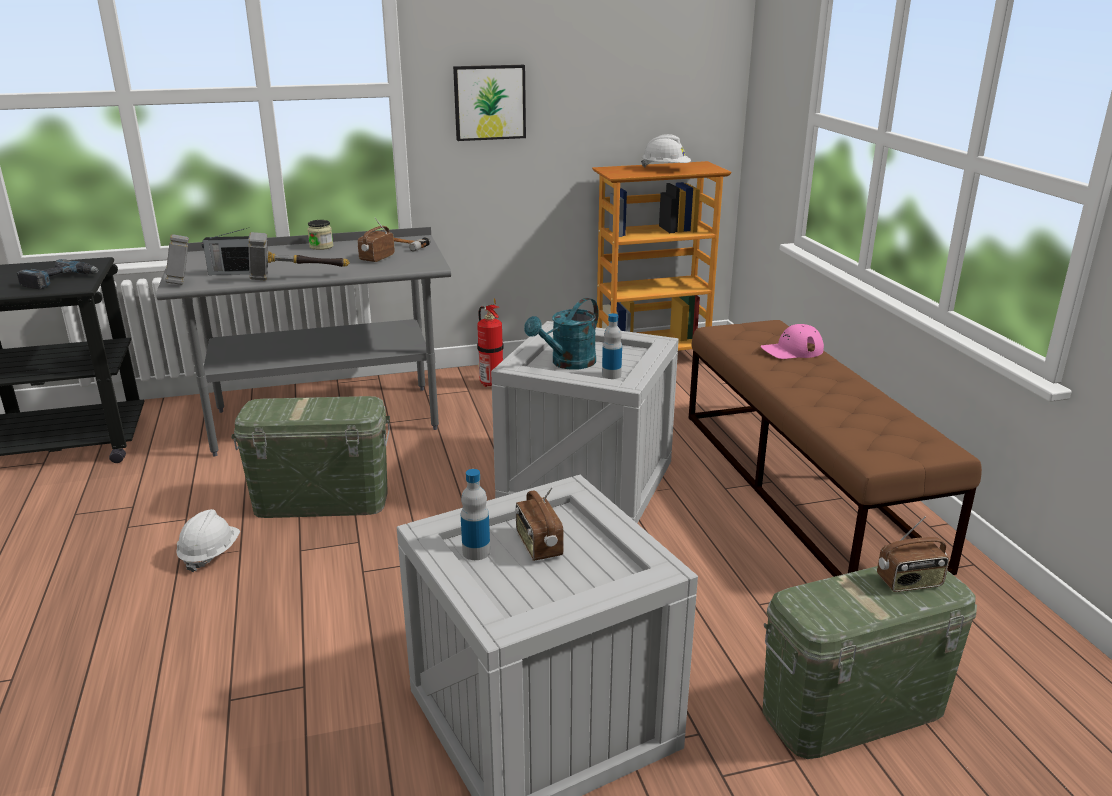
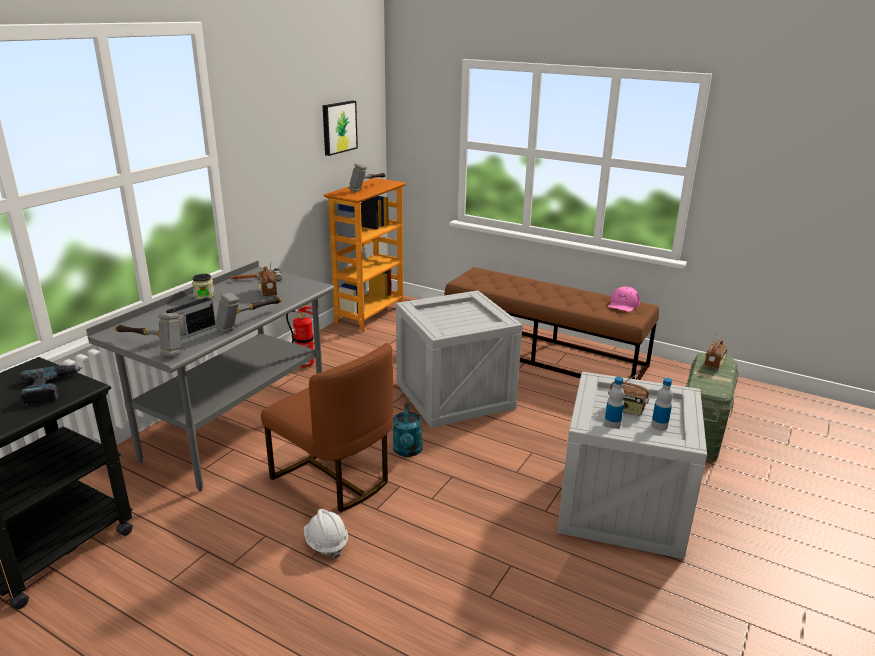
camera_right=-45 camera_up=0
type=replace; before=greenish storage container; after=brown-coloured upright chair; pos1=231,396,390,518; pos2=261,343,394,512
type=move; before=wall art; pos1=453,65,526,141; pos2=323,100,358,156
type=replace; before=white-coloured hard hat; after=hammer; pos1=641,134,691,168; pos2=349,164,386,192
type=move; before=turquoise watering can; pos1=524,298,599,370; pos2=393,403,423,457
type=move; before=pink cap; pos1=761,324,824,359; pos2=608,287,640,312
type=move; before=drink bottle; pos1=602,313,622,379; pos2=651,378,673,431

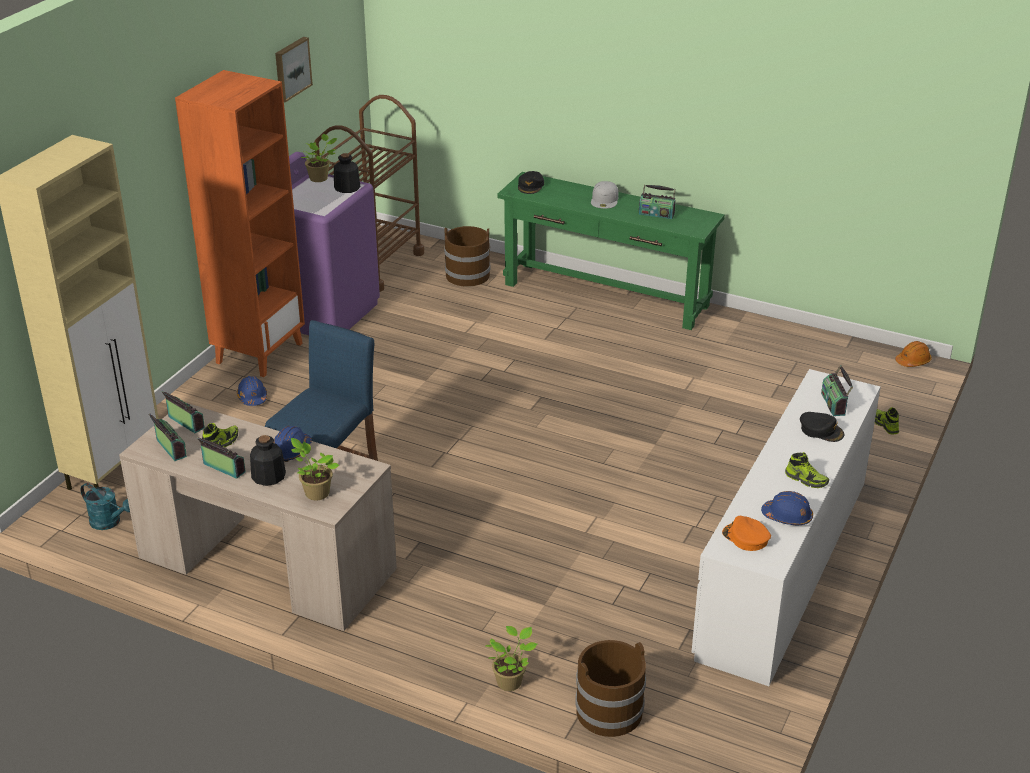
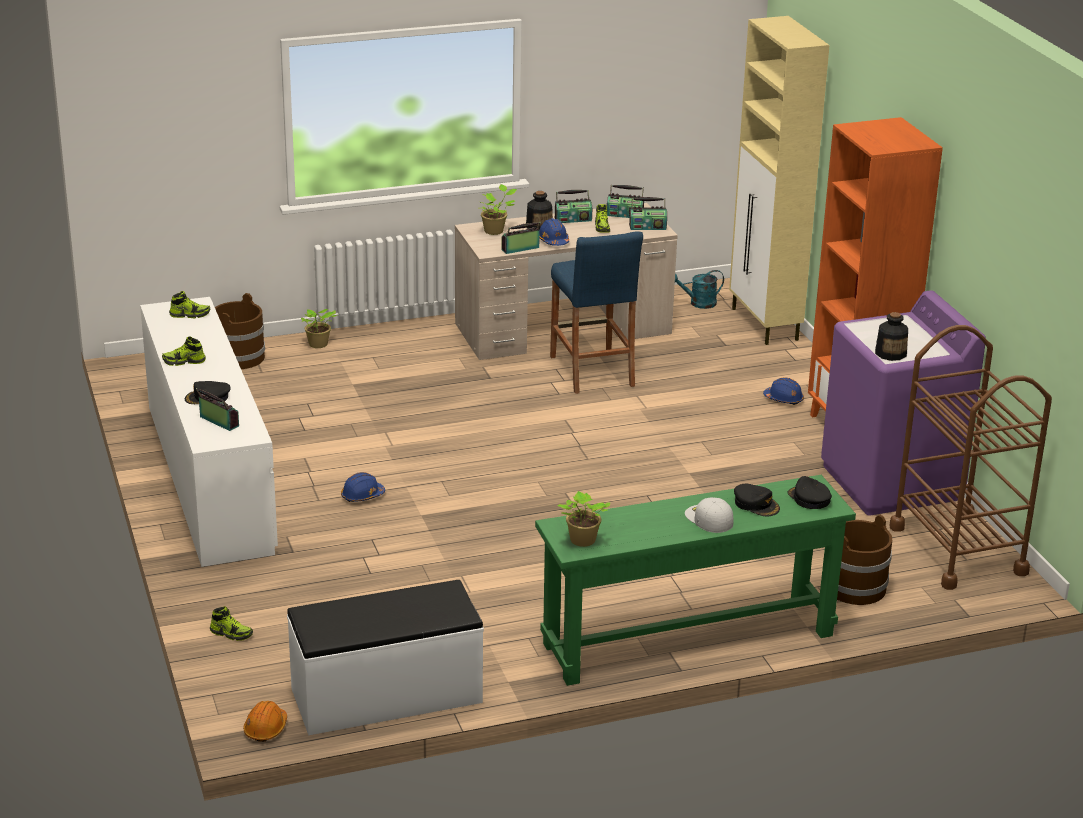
camera_right=135 camera_up=-5
type=replace; before=orange-coloured cap; after=low shoe; pos1=722,516,771,551; pos2=169,291,210,318
type=insert; after=white-coloured long seat; pos2=287,580,484,735
type=move; before=bluish hard hat; pos1=761,491,813,525; pos2=341,472,385,502
type=move; before=radio; pos1=639,185,676,219; pos2=501,222,540,254
type=move; before=houseplant; pos1=301,134,338,182; pos2=558,491,610,547
type=insert; after=blackish cap; pos2=734,484,780,516
type=delete; before=wall art; pos1=275,37,313,102

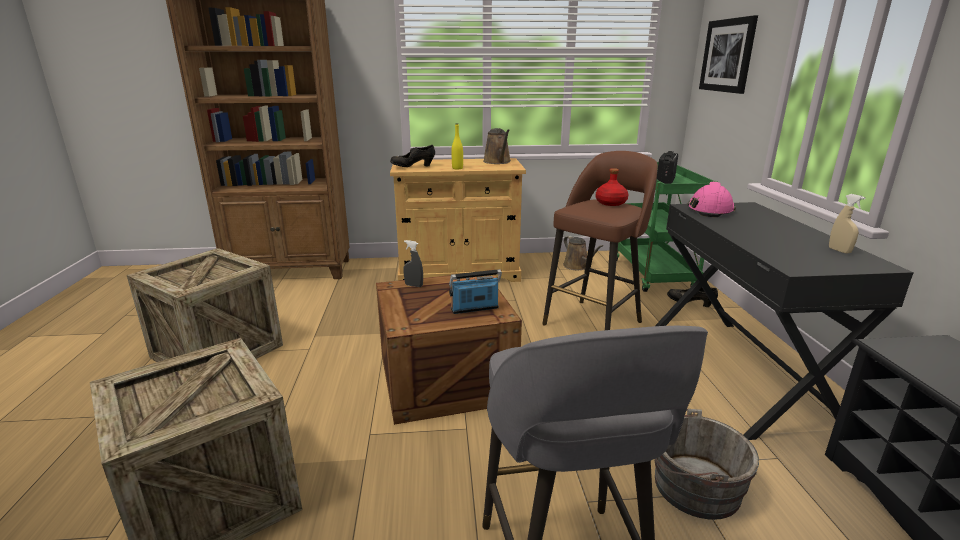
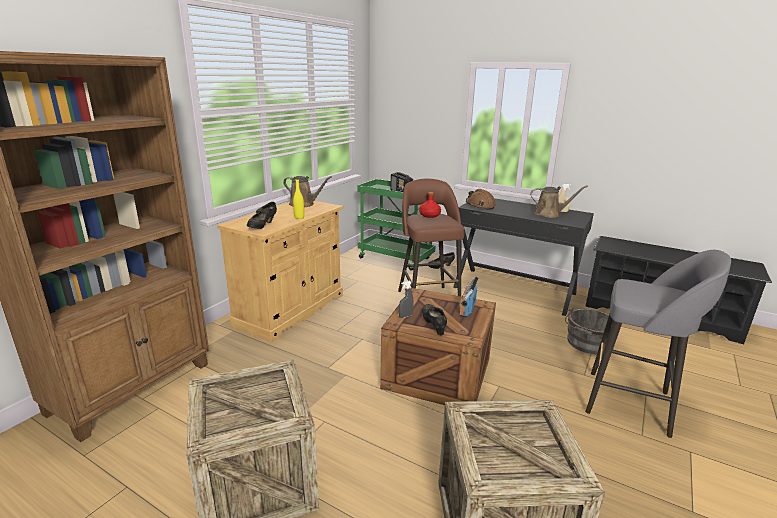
camera_right=-55 camera_up=0
type=insert; after=blackish low shoe; pos2=422,304,447,336
type=recolor; before=pink hard hat; after=brown-coloured hard hat; pos1=687,182,736,217; pos2=466,189,496,210
type=move; before=brown-coloured watering can; pos1=563,236,603,270; pos2=530,185,588,218
type=delete; before=wall art; pos1=699,15,758,94

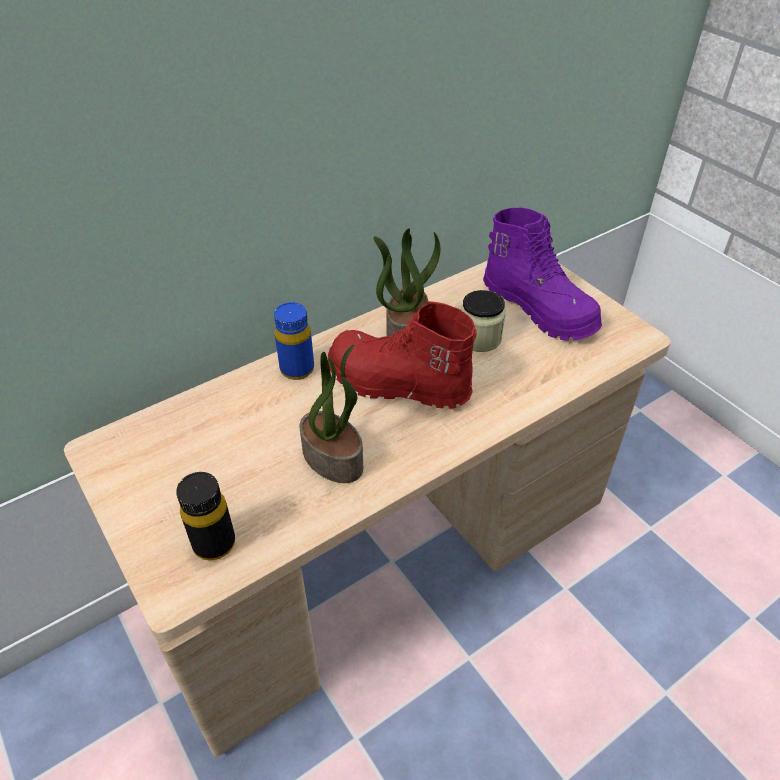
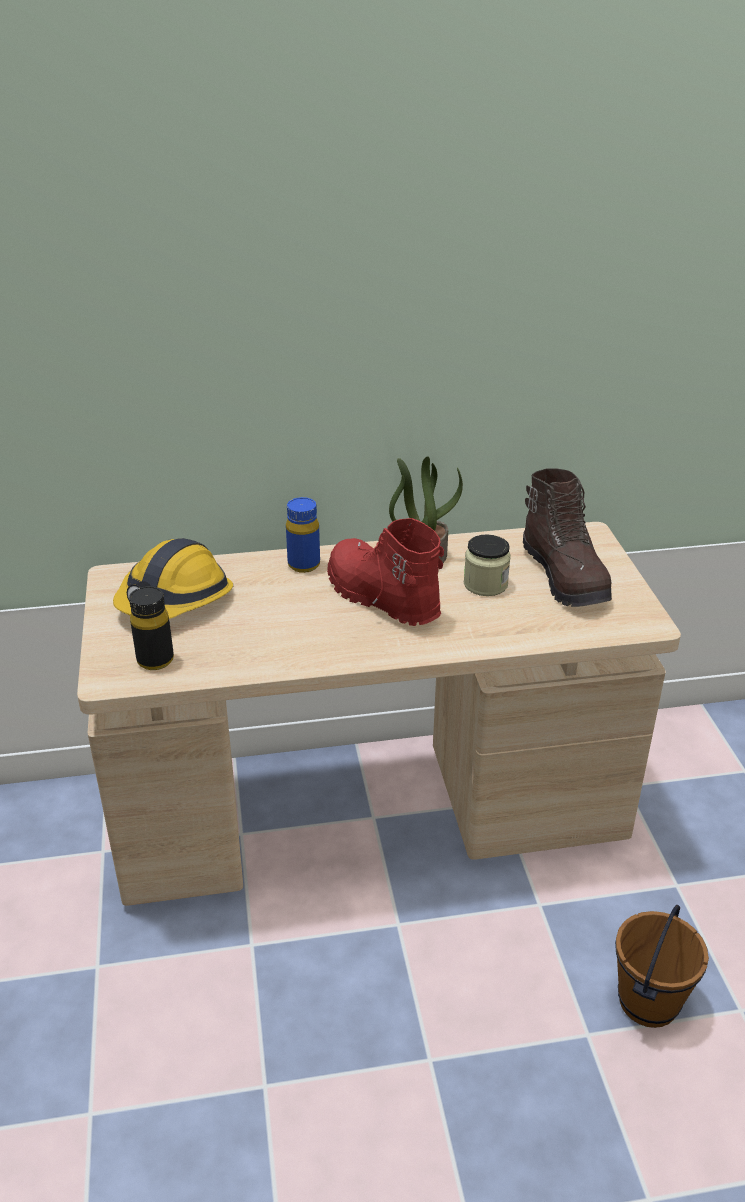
camera_right=25 camera_up=-10
type=insert; after=hard hat; pos2=113,538,233,619
type=recolor; before=purple high-top boot; after=brown-coloured high-top boot; pos1=483,208,602,341; pos2=523,469,612,607
type=insert; after=brown-coloured bucket; pos2=615,905,709,1028
type=delete; before=houseplant; pos1=299,344,363,483

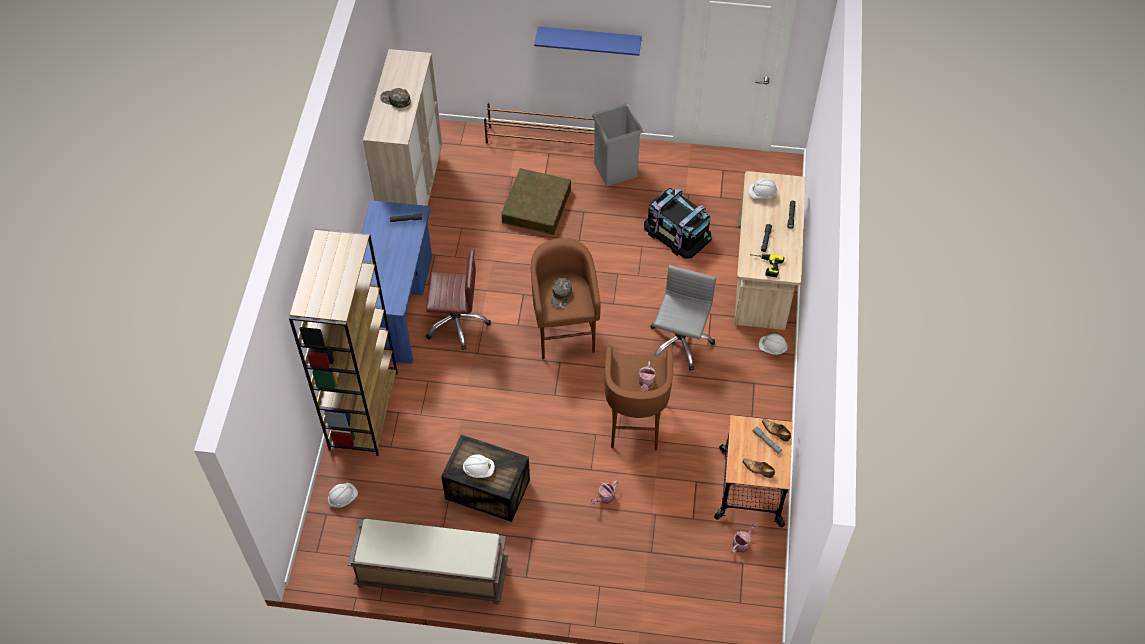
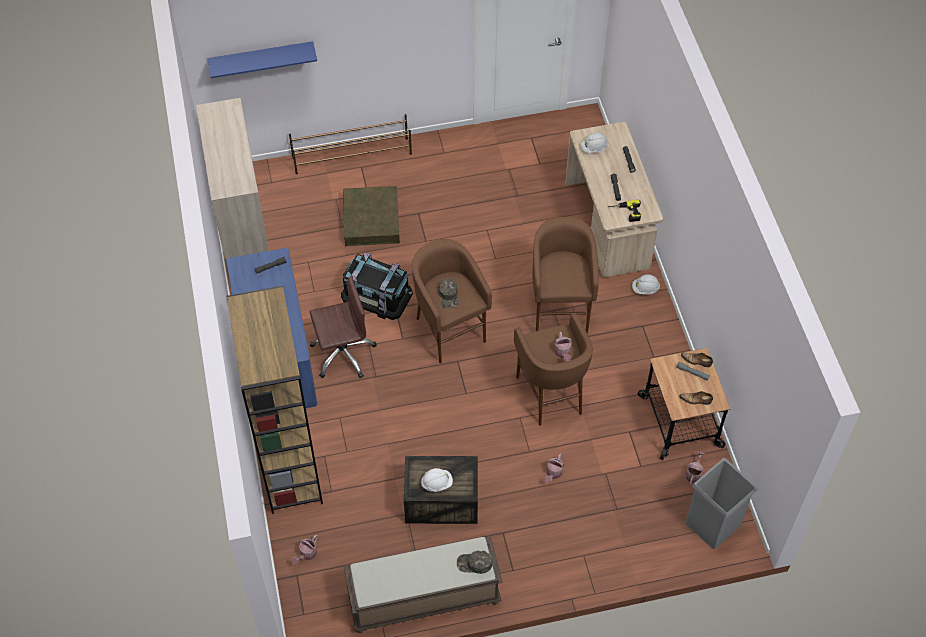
camera_right=-20 camera_up=0
type=move; before=bluish shelf; pos1=534,27,642,56; pos2=207,41,317,78
type=replace; before=white-coloured hard hat; after=watering can; pos1=328,483,358,508; pos2=292,535,318,564
type=move; before=blackish storage container; pos1=644,188,711,258; pos2=341,252,413,320
type=move; before=greenish cap; pos1=380,88,411,108; pos2=457,551,493,574
type=replace; before=gray office chair; after=brown-coloured stool seat; pos1=650,265,716,371; pos2=532,217,599,333
type=move; before=gray rubbish bin; pos1=592,103,643,186; pos2=685,458,758,549

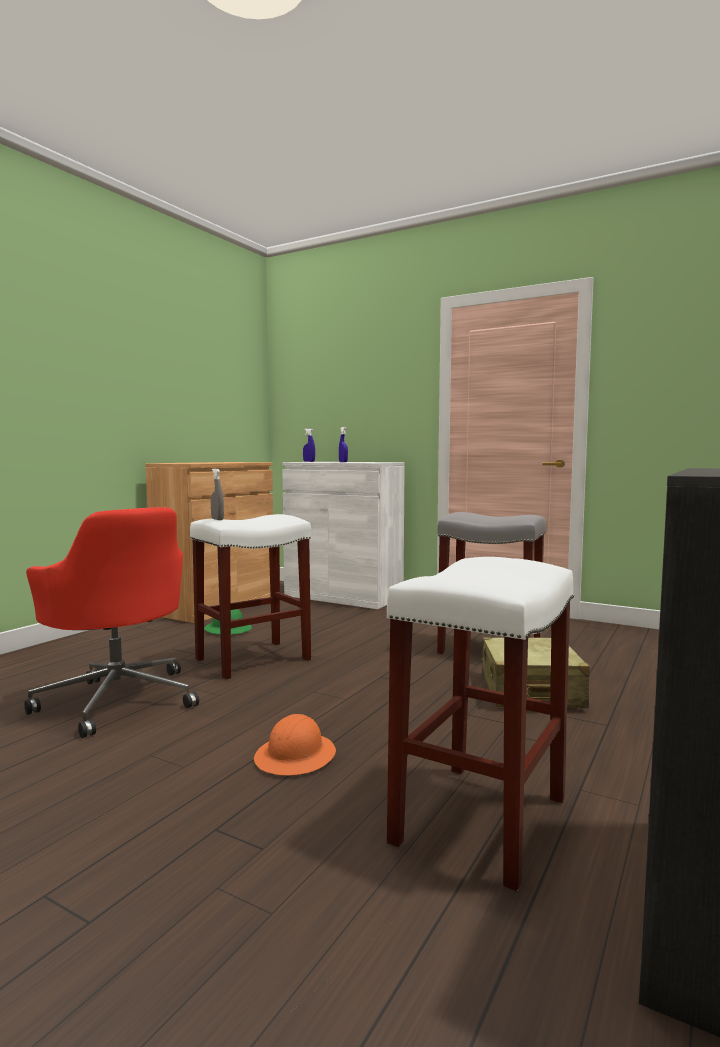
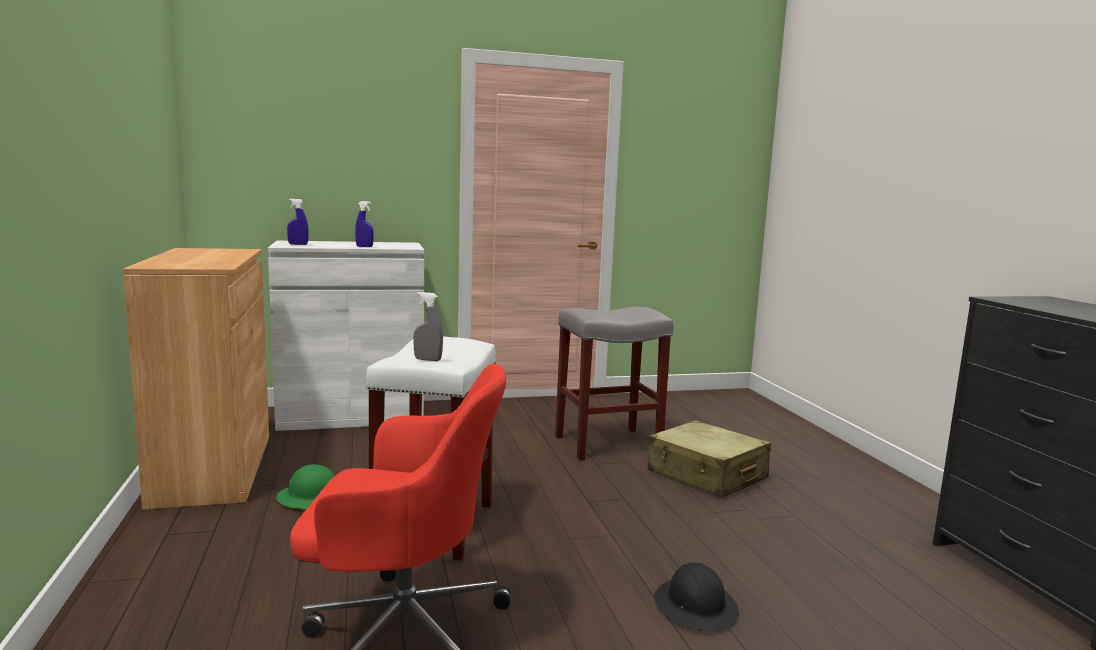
camera_right=-45 camera_up=5
type=recolor; before=orange-coloured hard hat; after=blackish hard hat; pos1=254,714,336,776; pos2=654,562,739,632
type=delete; before=white-coloured stool seat; pos1=387,557,574,891

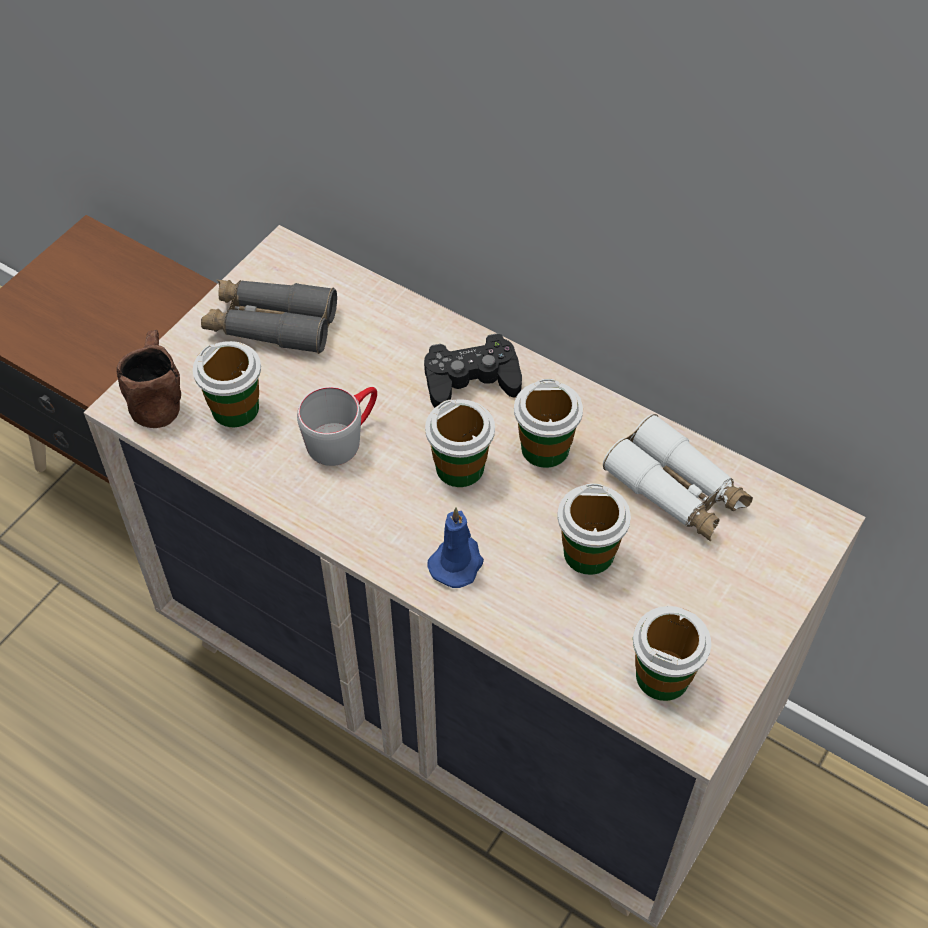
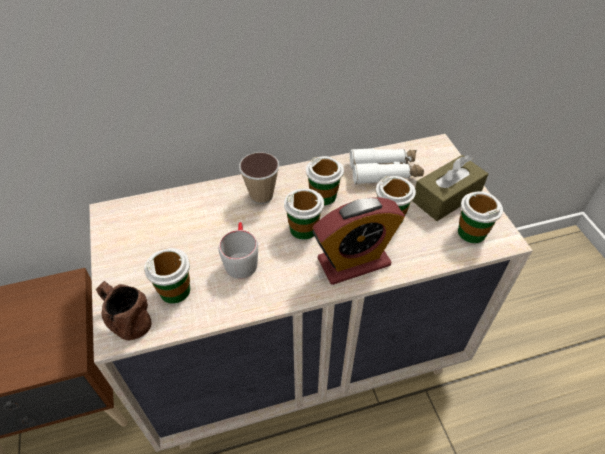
camera_right=-50 camera_up=-5
type=replace; before=blackish joypad; after=small cup; pos1=424,333,522,408; pos2=239,152,279,204
type=replace; before=bluish candle; after=bedside clock; pos1=428,508,484,588; pos2=313,197,405,285
type=insert; after=brown-coloured box of tissues; pos2=413,155,488,221
type=delete; before=gray pair of binoculars; pos1=201,279,337,354

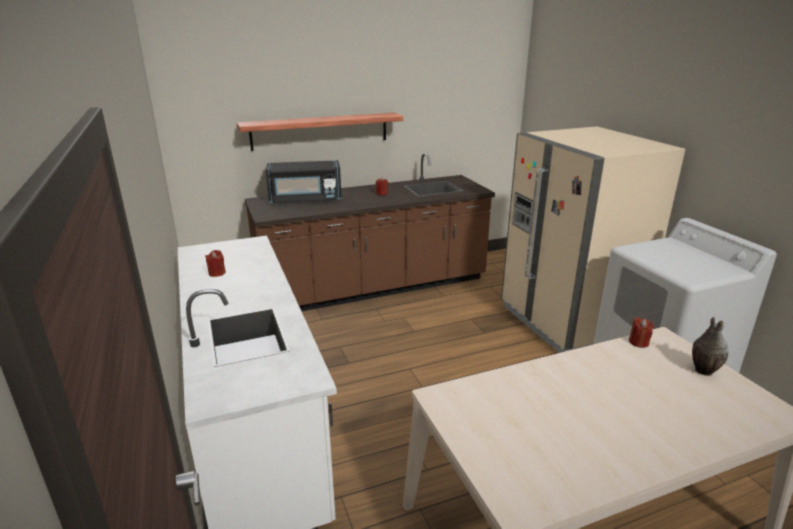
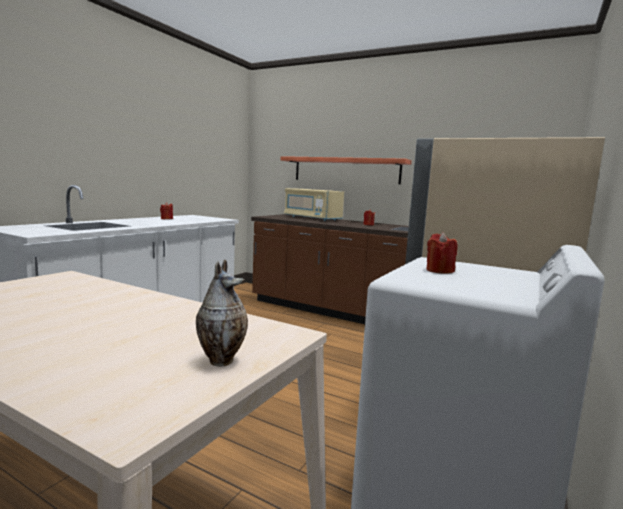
camera_right=50 camera_up=-15
type=recolor; before=blackish kitchen microwave; after=beige-coloured kitchen microwave; pos1=266,160,342,204; pos2=284,188,344,221
type=move; before=reddish candle; pos1=629,317,654,348; pos2=427,232,458,274

